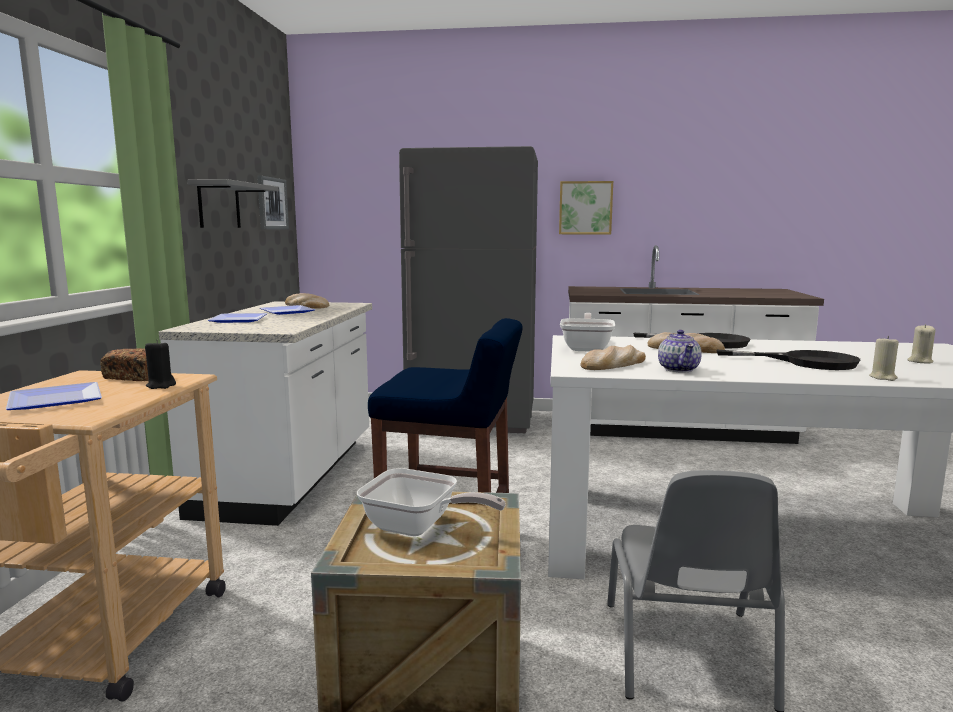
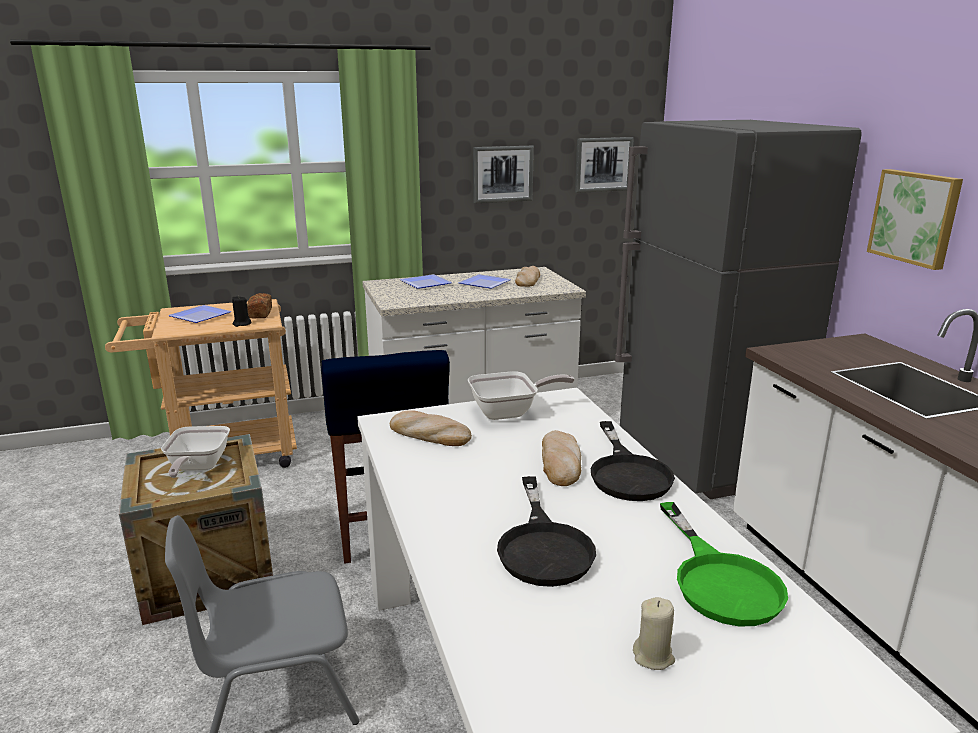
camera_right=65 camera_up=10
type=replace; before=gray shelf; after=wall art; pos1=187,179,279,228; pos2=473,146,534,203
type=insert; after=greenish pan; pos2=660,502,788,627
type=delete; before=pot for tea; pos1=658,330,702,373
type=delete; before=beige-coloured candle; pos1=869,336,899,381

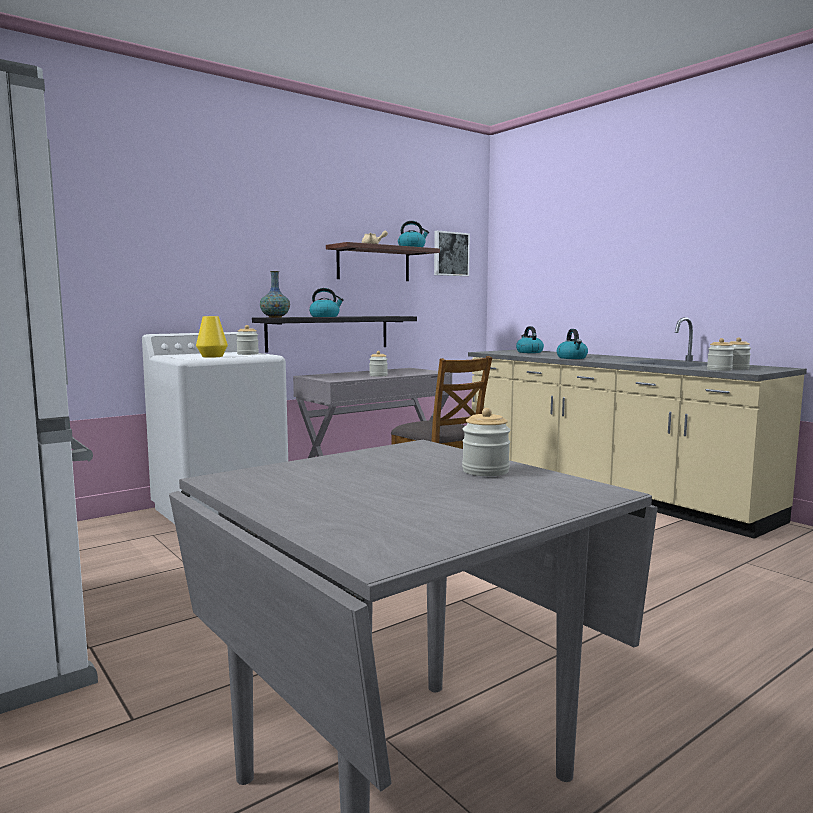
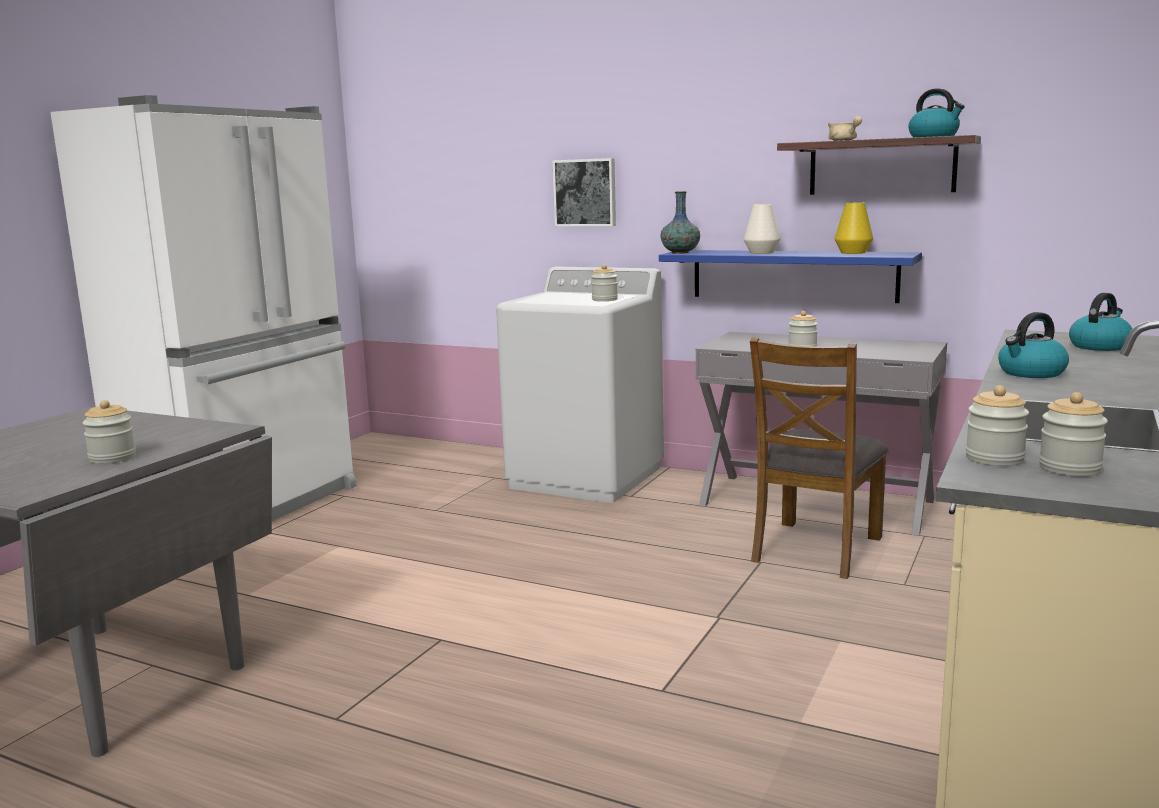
camera_right=65 camera_up=5
type=move; before=wall art; pos1=434,231,470,276; pos2=553,158,616,226
type=recolor; before=blackish shelf; after=bluish shelf; pos1=252,316,417,353; pos2=659,250,922,303
type=replace; before=kettle; after=white-coloured decorative vase; pos1=309,288,344,317; pos2=744,204,780,254
type=move; before=yellow decorative vase; pos1=196,316,228,358; pos2=835,203,873,254

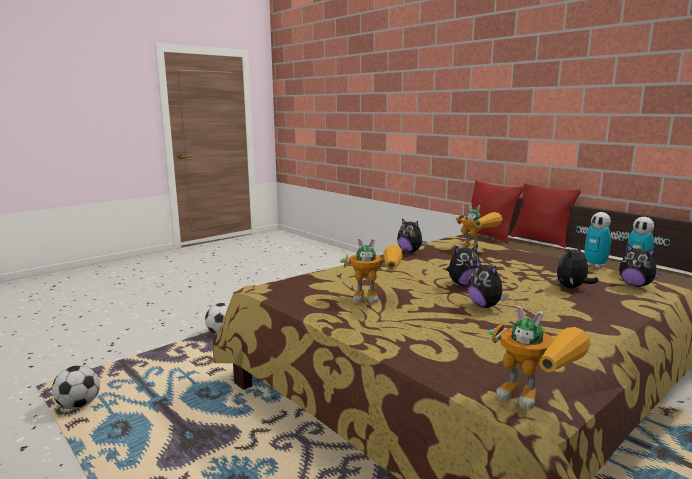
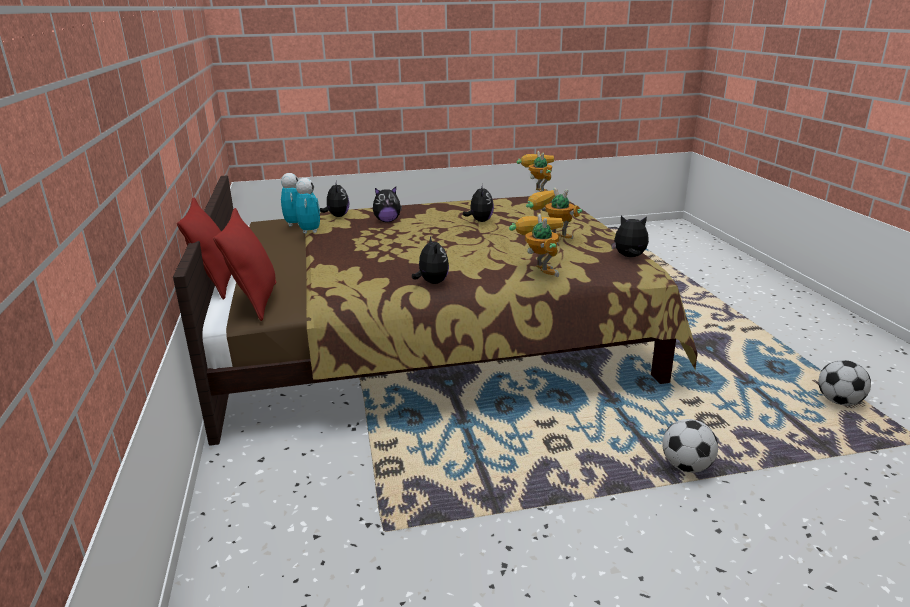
camera_right=-150 camera_up=10
type=move; before=model robot; pos1=456,204,503,249; pos2=509,214,563,277
type=move; before=plush toy; pos1=446,244,481,286; pos2=611,216,649,257

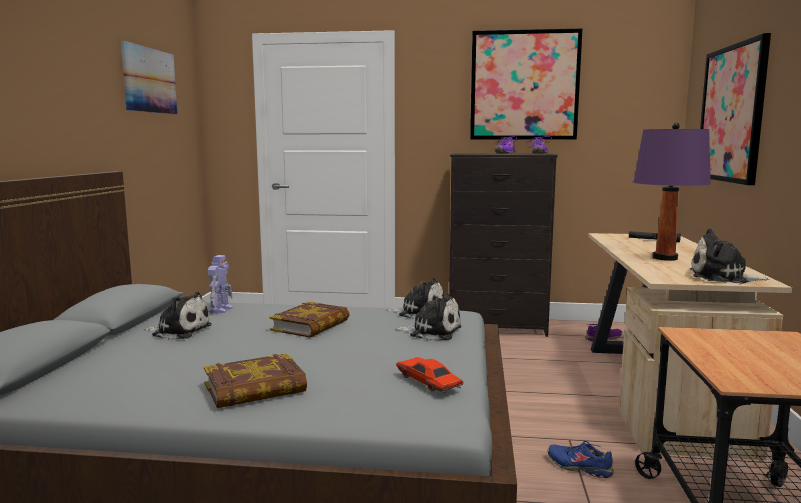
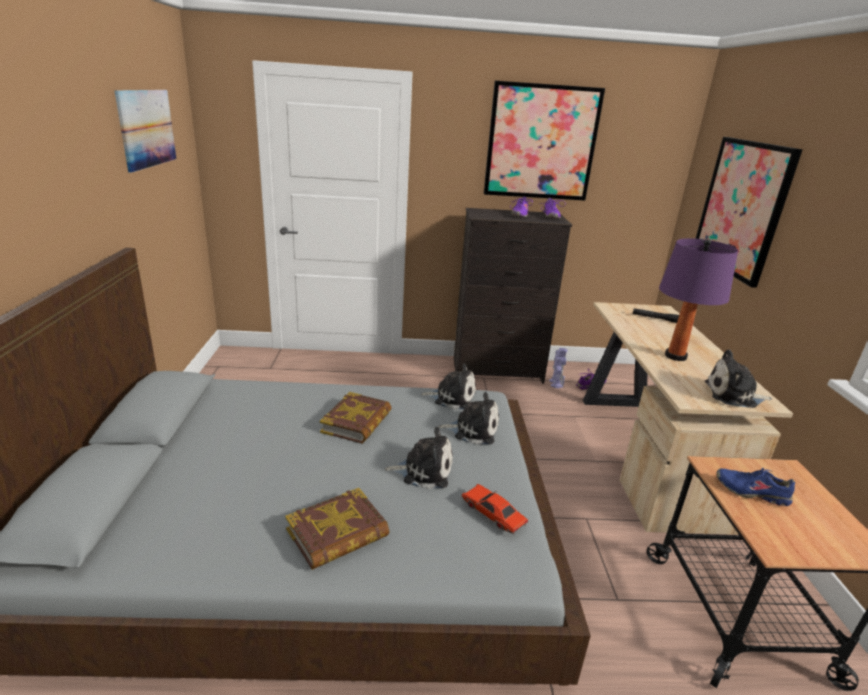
camera_right=-10 camera_up=15
type=move; before=plush toy; pos1=144,292,212,340; pos2=385,427,453,489
type=move; before=model robot; pos1=208,255,233,314; pos2=549,348,567,388
type=move; before=bluish low shoe; pos1=547,441,614,478; pos2=716,467,795,506

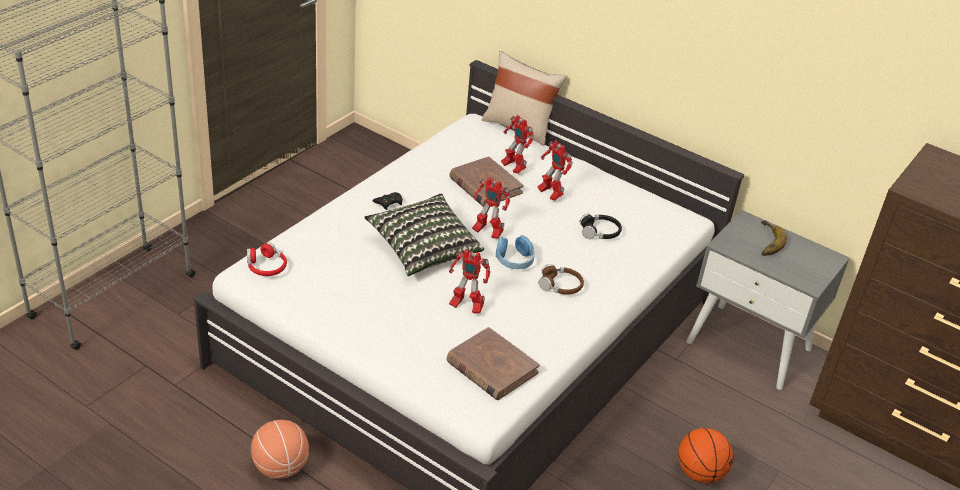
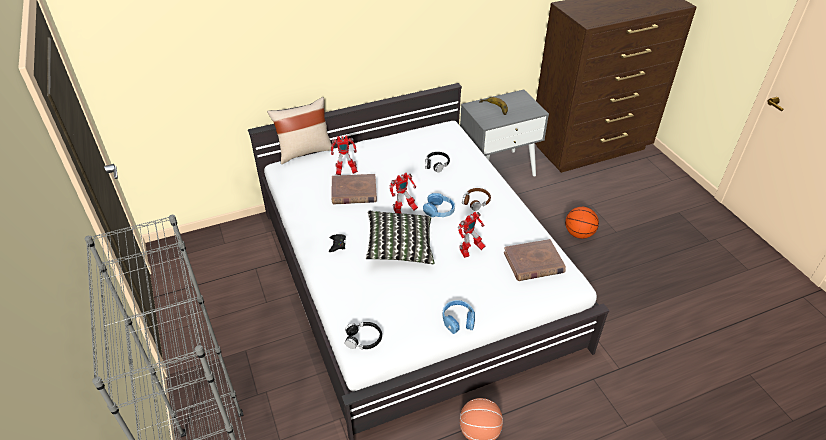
camera_right=-55 camera_up=5
type=recolor; before=reddish pair of headphones; after=blackish pair of headphones; pos1=247,242,287,276; pos2=345,322,382,349
type=insert; after=bluish pair of headphones; pos2=442,300,475,334
type=delete; before=model robot; pos1=538,140,573,200

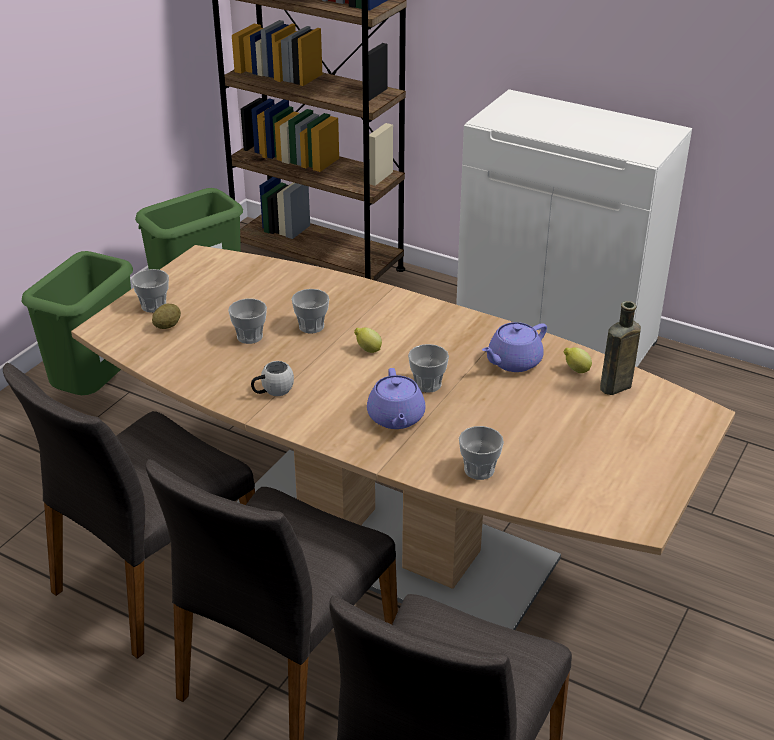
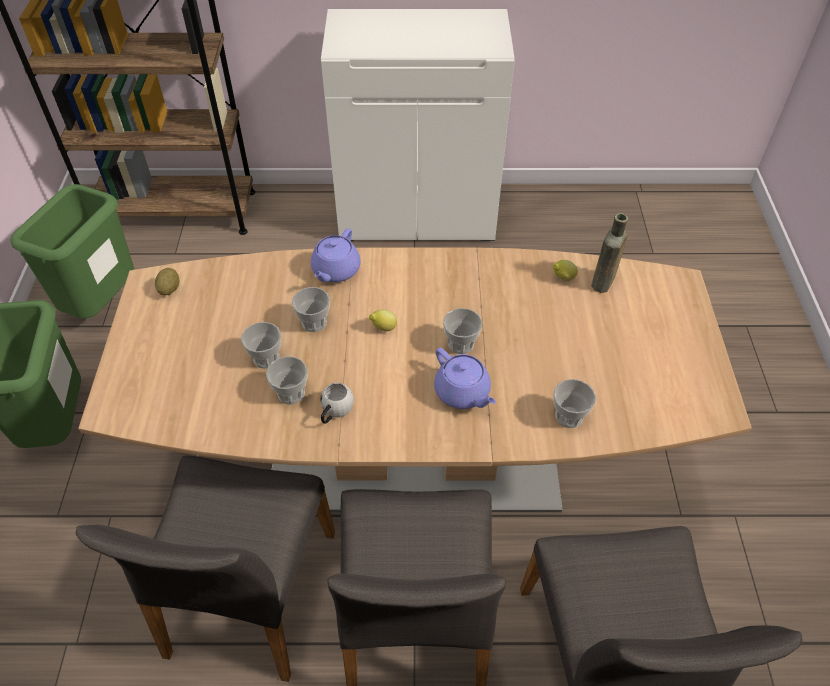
camera_right=-30 camera_up=15
type=move; before=potato; pos1=152,304,181,329; pos2=155,268,180,295
type=move; before=small cup; pos1=132,269,169,313; pos2=266,356,308,405
type=move; before=purple pot for tea; pos1=482,322,547,372; pos2=311,228,360,282

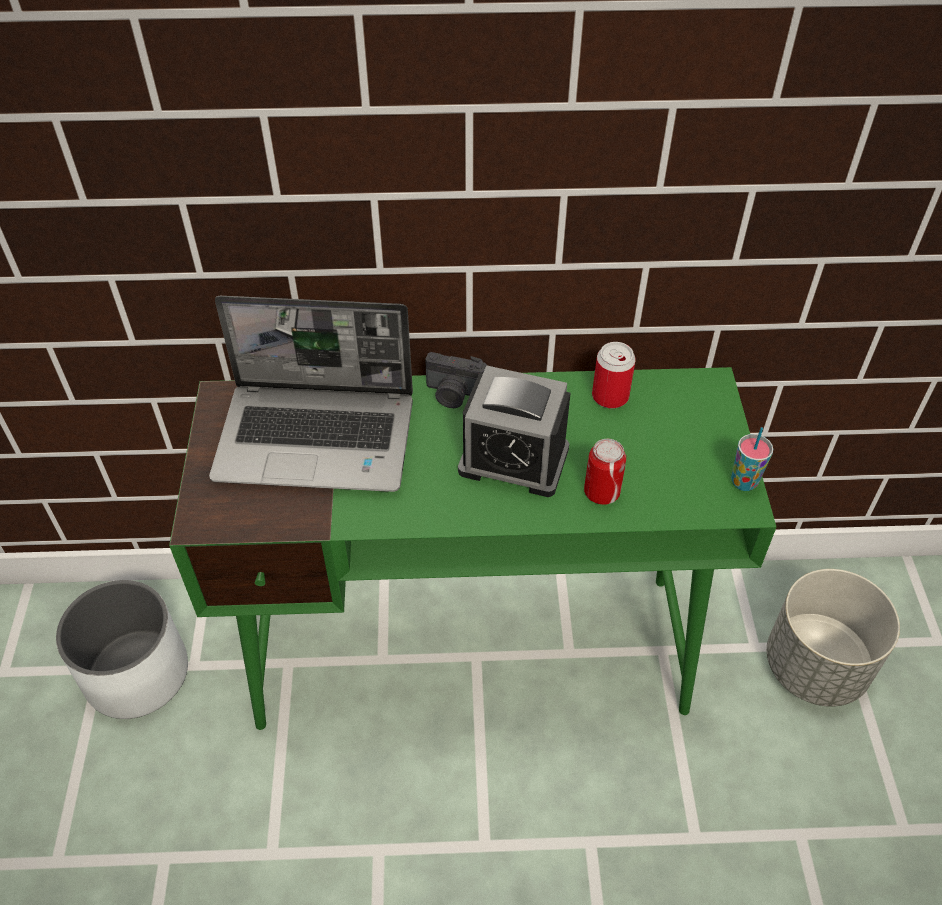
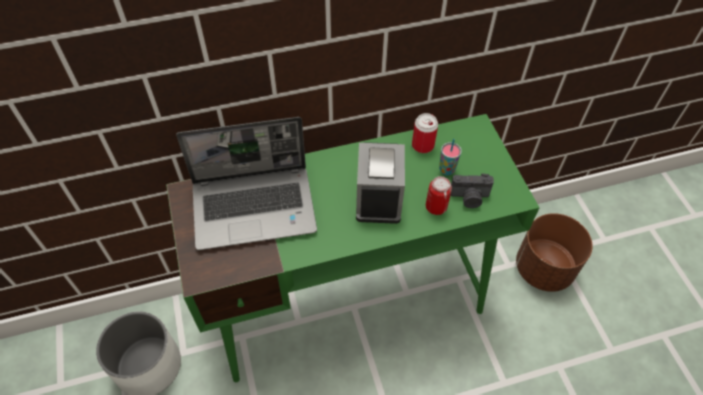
camera_right=-15 camera_up=5
type=rotate; before=bedside clock; pos1=458,365,571,497; pos2=356,142,405,224; turn=-90
type=move; before=small cup; pos1=731,427,773,491; pos2=439,139,462,176
type=move; before=still camera; pos1=425,352,487,408; pos2=450,173,494,208
type=recolor; before=gray plant pot; after=brown-coloured plant pot; pos1=767,569,900,707; pos2=516,213,592,292

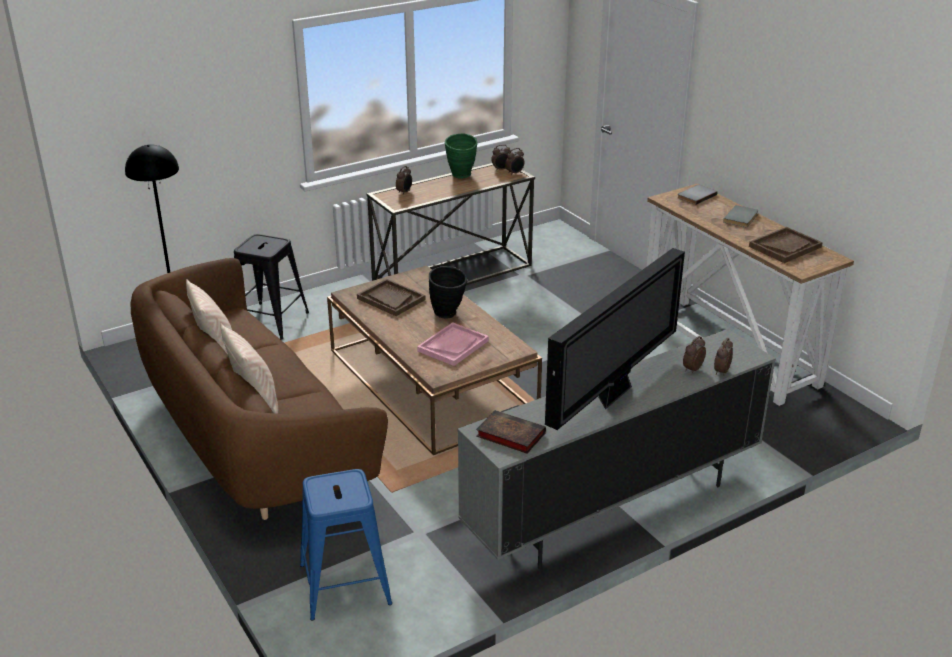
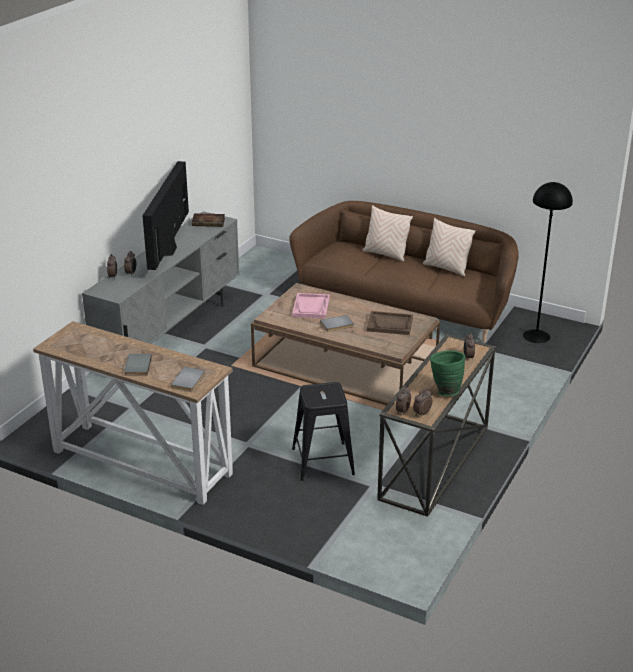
camera_right=150 camera_up=0
type=move; before=blackish stool seat; pos1=234,234,309,340; pos2=292,382,355,481
type=replace; before=blackish decorative vase; after=gray book; pos1=429,266,467,319; pos2=320,315,354,332
type=delete; before=bluish stool seat; pos1=300,469,392,620
type=delete; before=brown-coloured tray; pos1=749,227,823,263

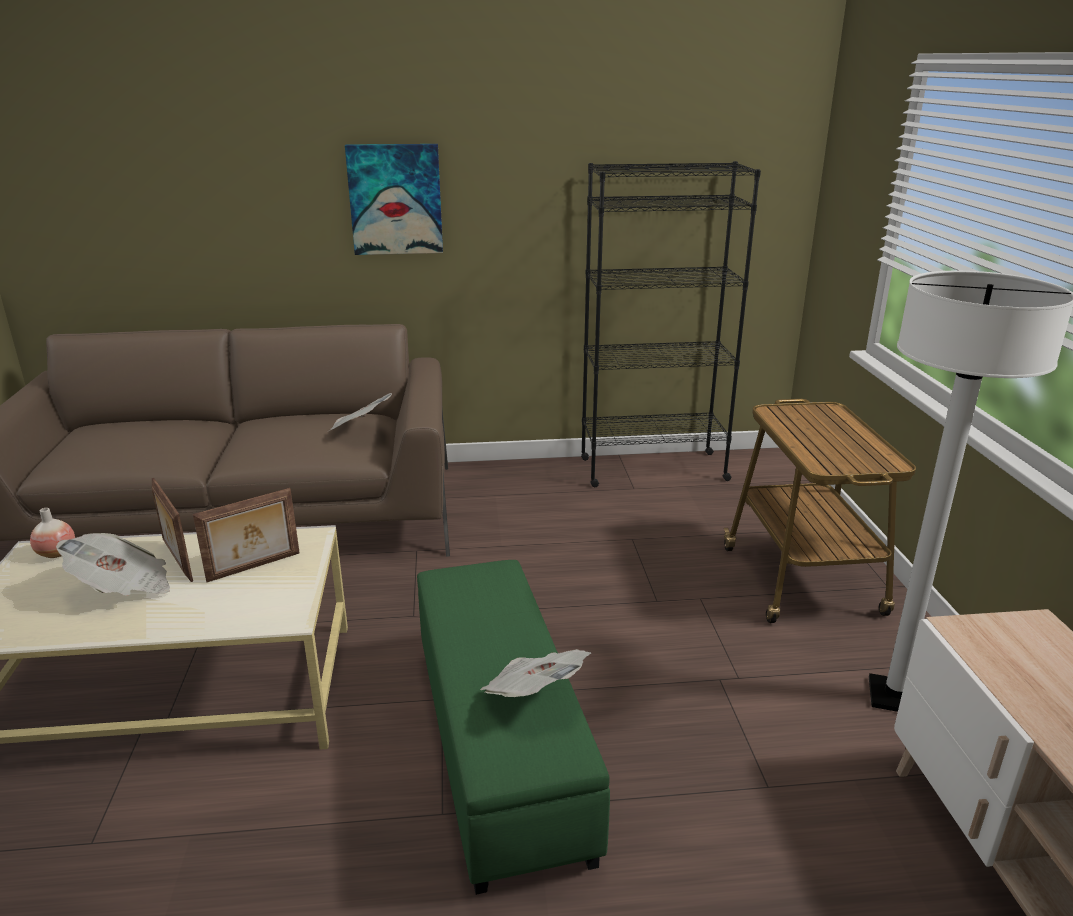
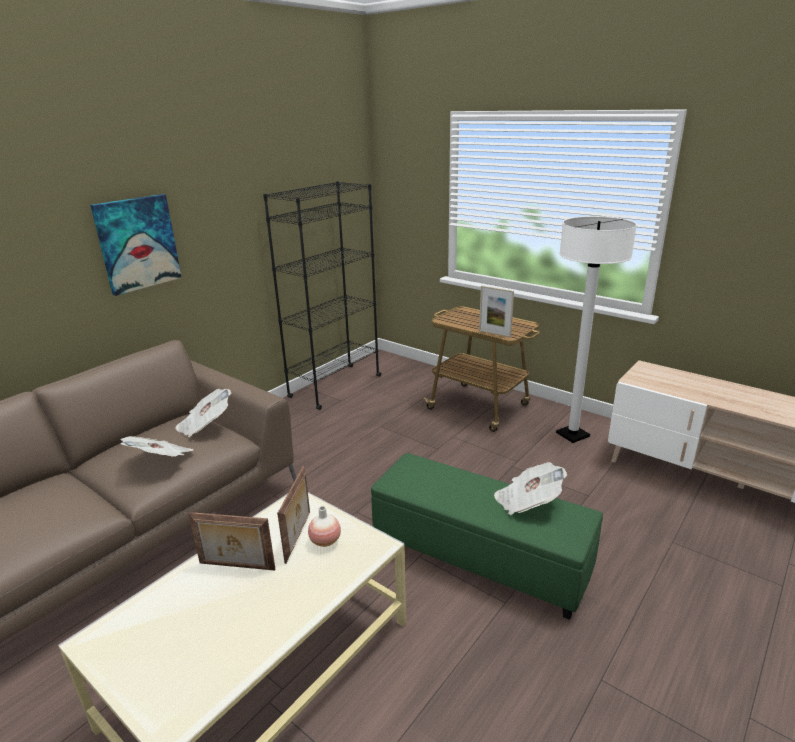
camera_right=-45 camera_up=0
type=move; before=daily paper; pos1=56,533,170,596; pos2=120,436,194,457
type=move; before=decorative vase; pos1=30,508,75,558; pos2=308,506,341,547
type=insert; after=photo frame; pos2=479,286,514,337

